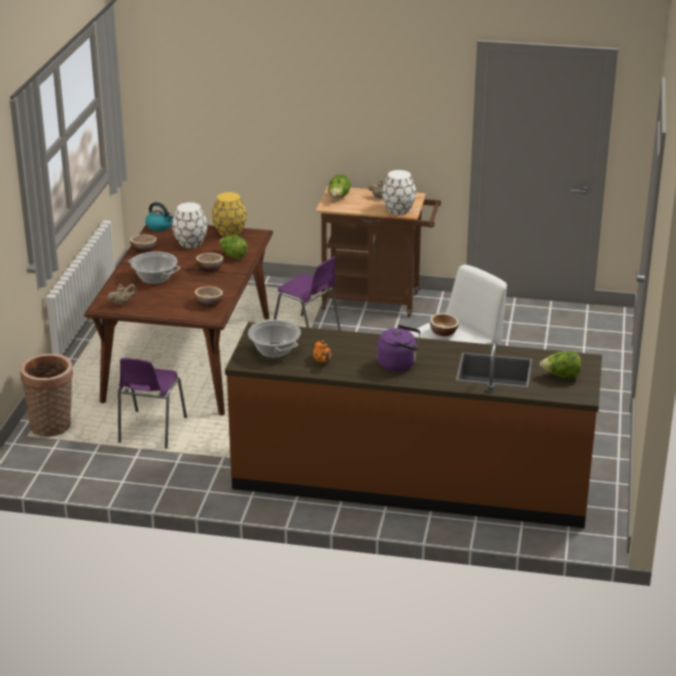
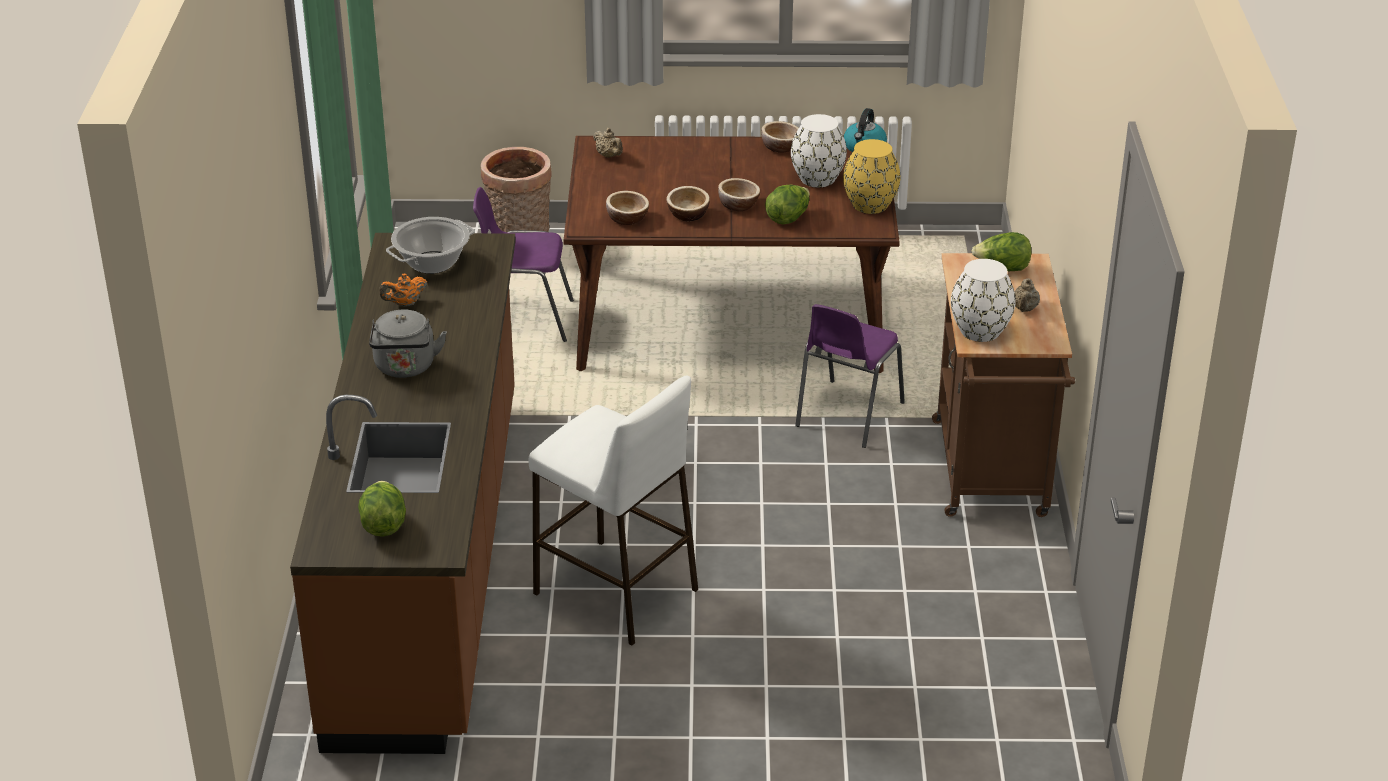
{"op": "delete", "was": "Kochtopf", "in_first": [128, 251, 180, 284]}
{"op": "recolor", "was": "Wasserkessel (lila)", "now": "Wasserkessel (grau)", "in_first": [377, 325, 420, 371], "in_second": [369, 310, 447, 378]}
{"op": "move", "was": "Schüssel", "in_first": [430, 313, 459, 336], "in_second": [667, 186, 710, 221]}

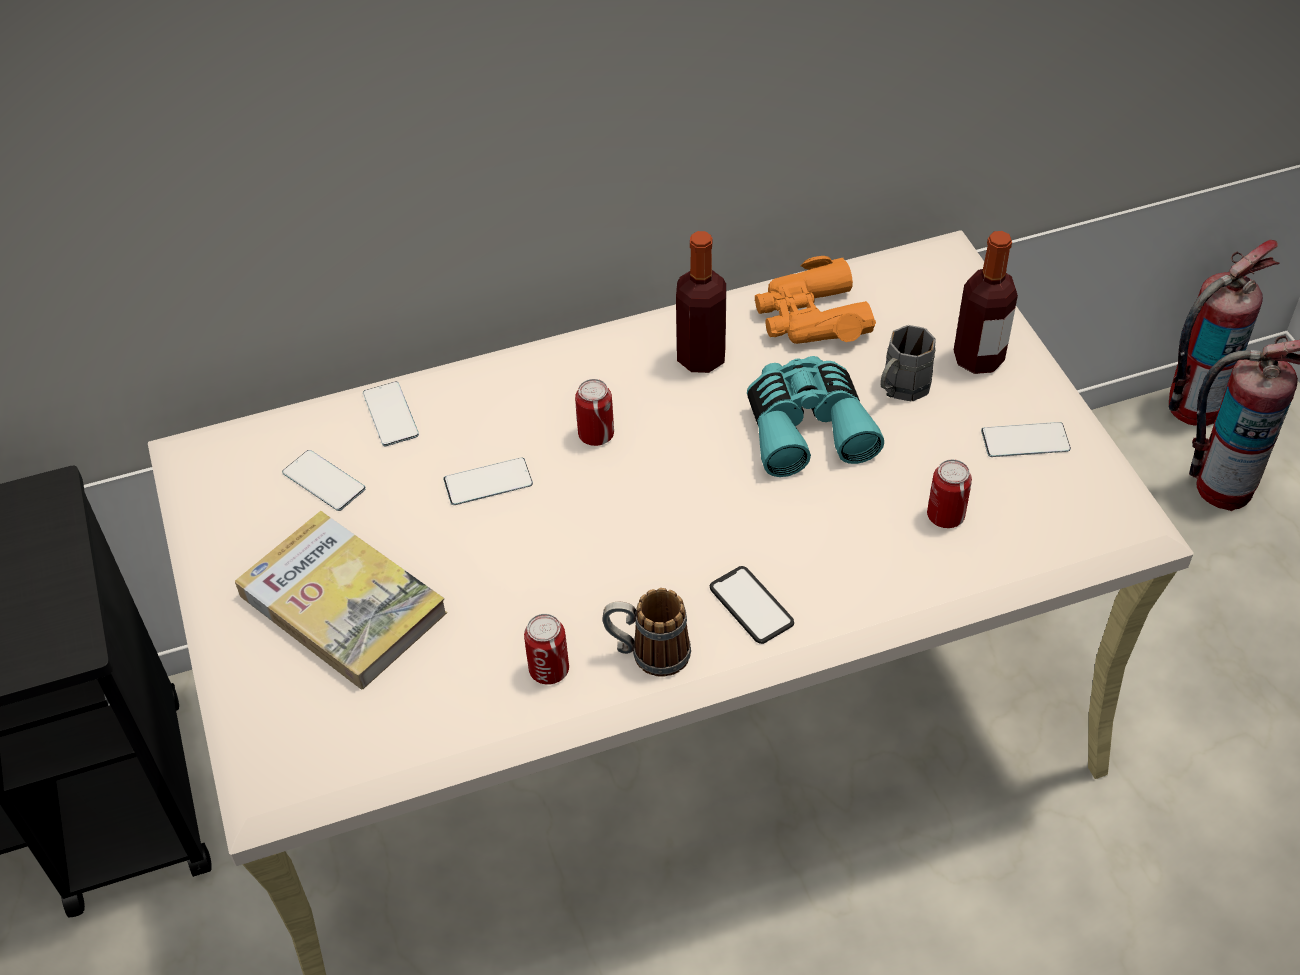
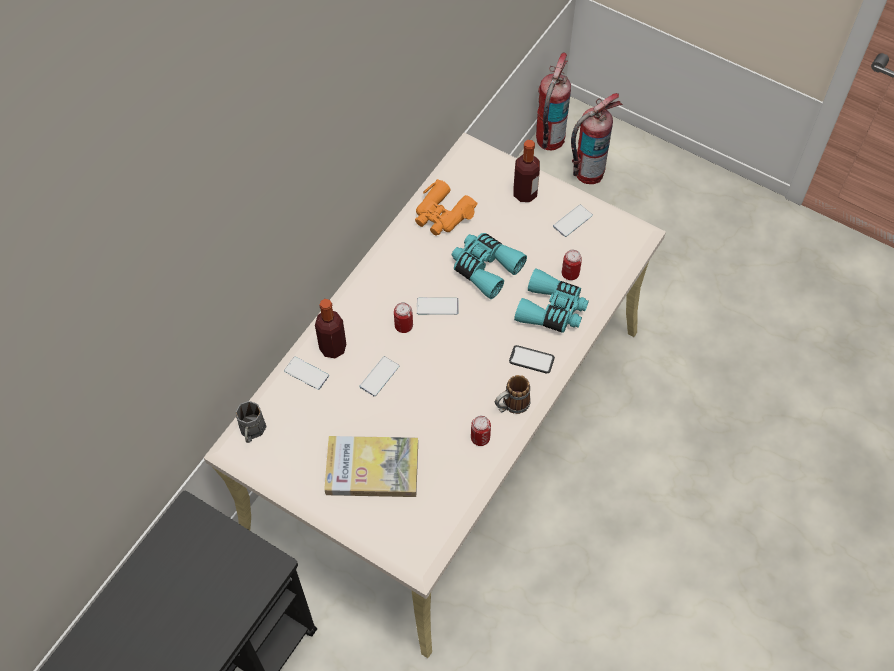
{"op": "move", "was": "Handy", "in_first": [282, 450, 366, 511], "in_second": [417, 298, 459, 315]}
{"op": "move", "was": "Flasche", "in_first": [676, 231, 726, 373], "in_second": [315, 299, 346, 358]}
{"op": "move", "was": "Henkelbecher (grau)", "in_first": [880, 325, 936, 401], "in_second": [236, 401, 266, 443]}
{"op": "insert", "now": "Fernglas (türkis)", "in_second": [514, 268, 589, 333]}

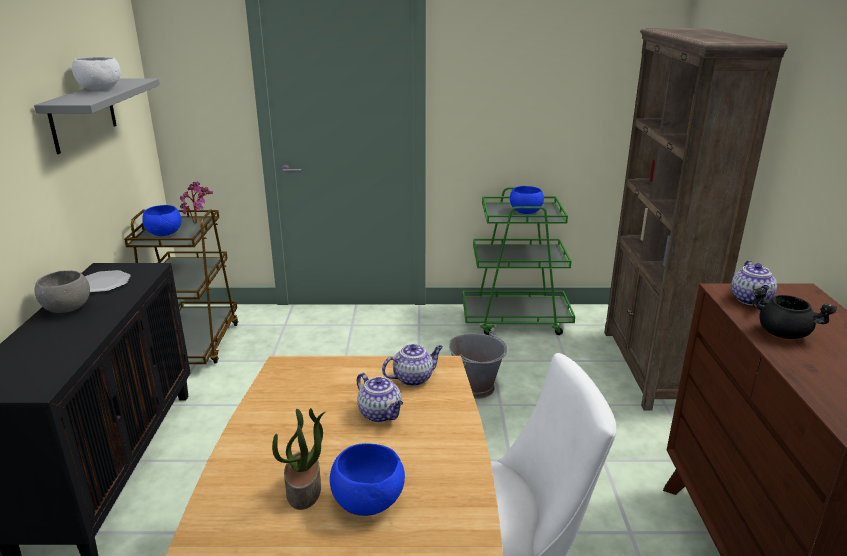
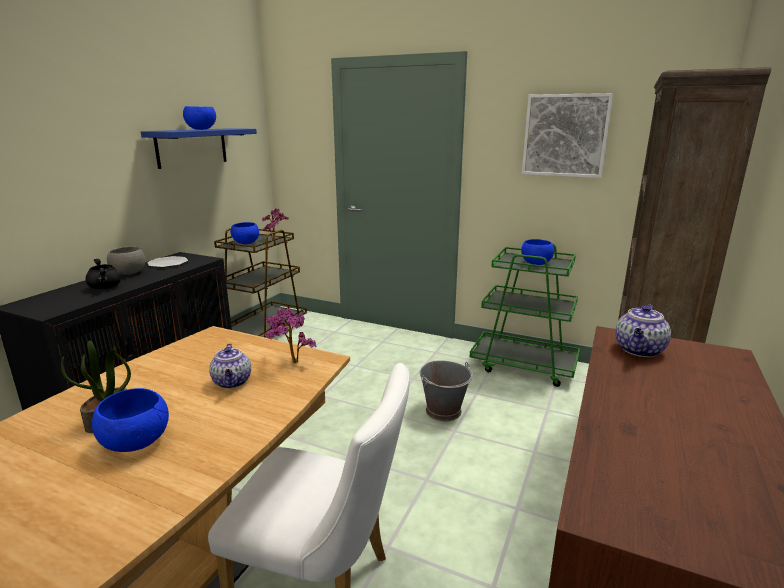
{"op": "recolor", "was": "Wandregal (grau)", "now": "Wandregal (blau)", "in_first": [34, 79, 160, 154], "in_second": [141, 128, 257, 169]}
{"op": "recolor", "was": "Schüssel (weiß)", "now": "Schüssel (blau)", "in_first": [72, 57, 121, 91], "in_second": [183, 106, 216, 130]}
{"op": "replace", "was": "Teekanne", "now": "Topfpflanze", "in_first": [382, 344, 443, 386], "in_second": [264, 308, 316, 363]}
{"op": "move", "was": "Kochtopf (schwarz)", "in_first": [752, 288, 837, 339], "in_second": [85, 258, 121, 289]}
{"op": "insert", "now": "Bild", "in_second": [522, 93, 613, 178]}

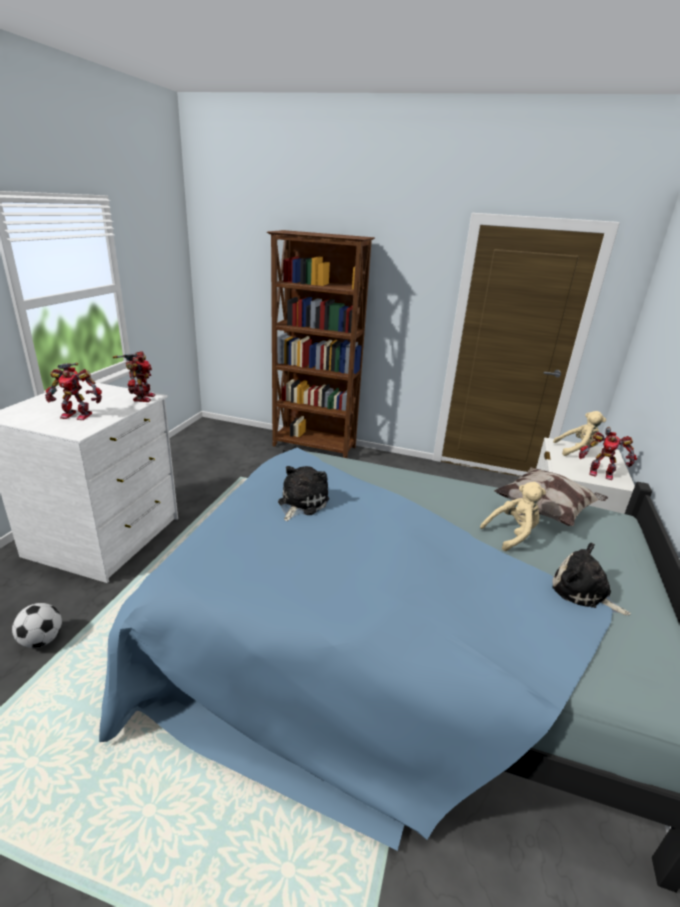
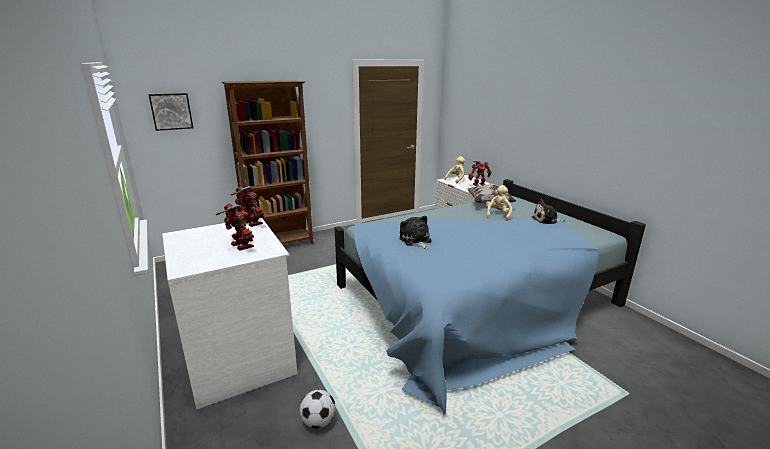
{"op": "rotate", "was": "Spielzeugroboter", "in_first": [45, 363, 102, 420], "in_second": [216, 204, 254, 251], "clockwise": -90}
{"op": "insert", "now": "Bild", "in_second": [148, 93, 193, 131]}

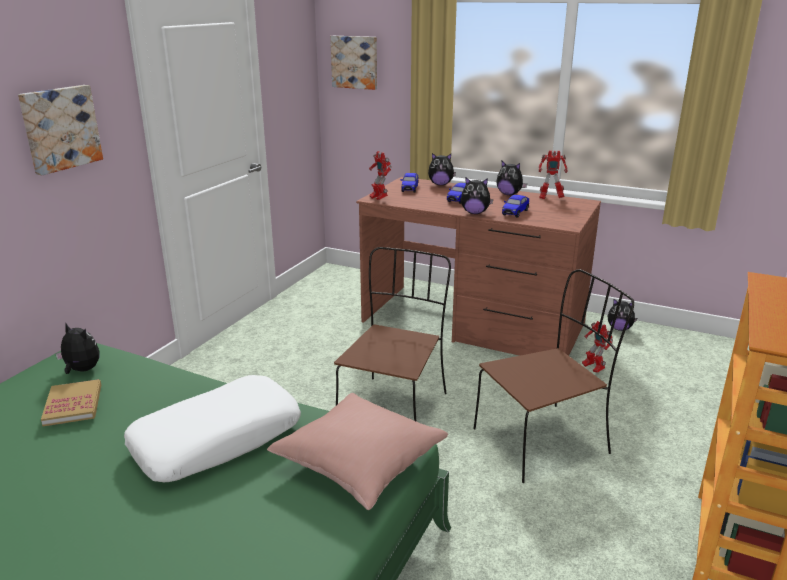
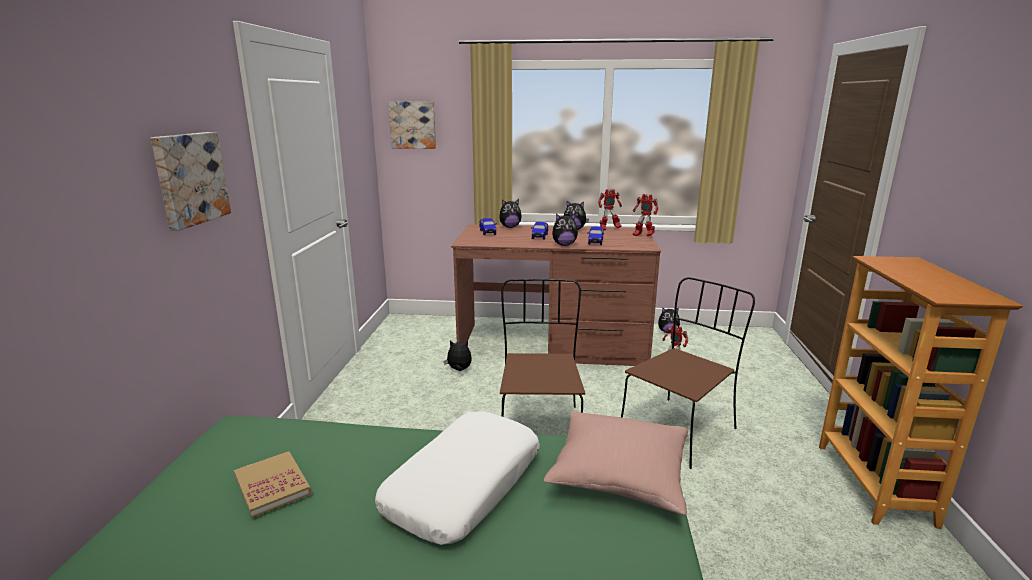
{"op": "move", "was": "Plüschtier", "in_first": [56, 323, 99, 374], "in_second": [443, 340, 472, 371]}
{"op": "move", "was": "Spielzeugroboter", "in_first": [369, 151, 392, 200], "in_second": [633, 194, 659, 236]}

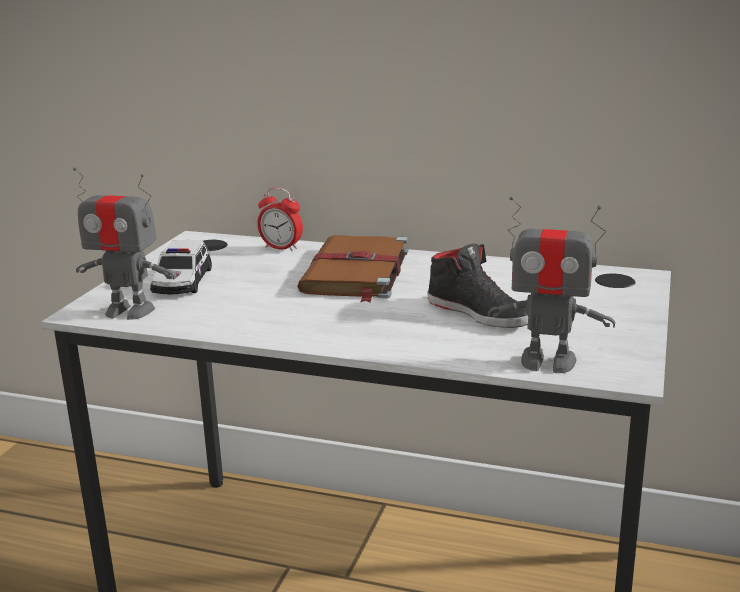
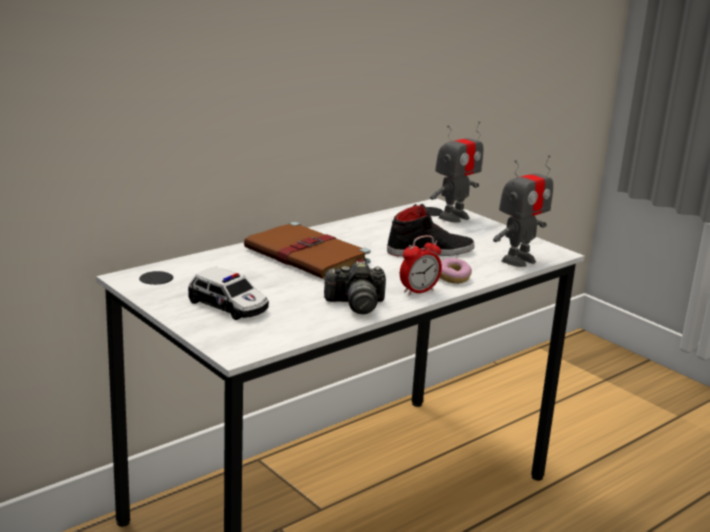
{"op": "move", "was": "Spielzeugroboter", "in_first": [73, 167, 176, 320], "in_second": [430, 121, 483, 222]}
{"op": "move", "was": "Wecker", "in_first": [257, 188, 303, 251], "in_second": [400, 235, 442, 296]}
{"op": "insert", "now": "Kamera", "in_second": [323, 261, 386, 314]}
{"op": "insert", "now": "Donut", "in_second": [440, 258, 472, 284]}

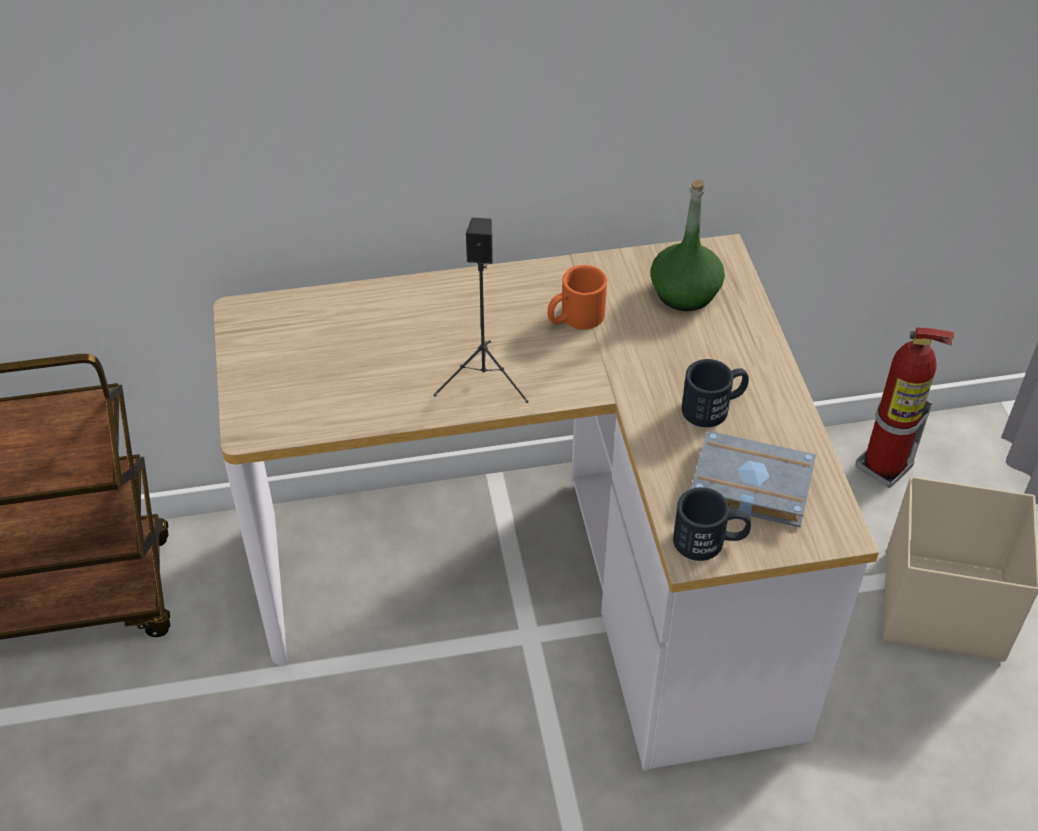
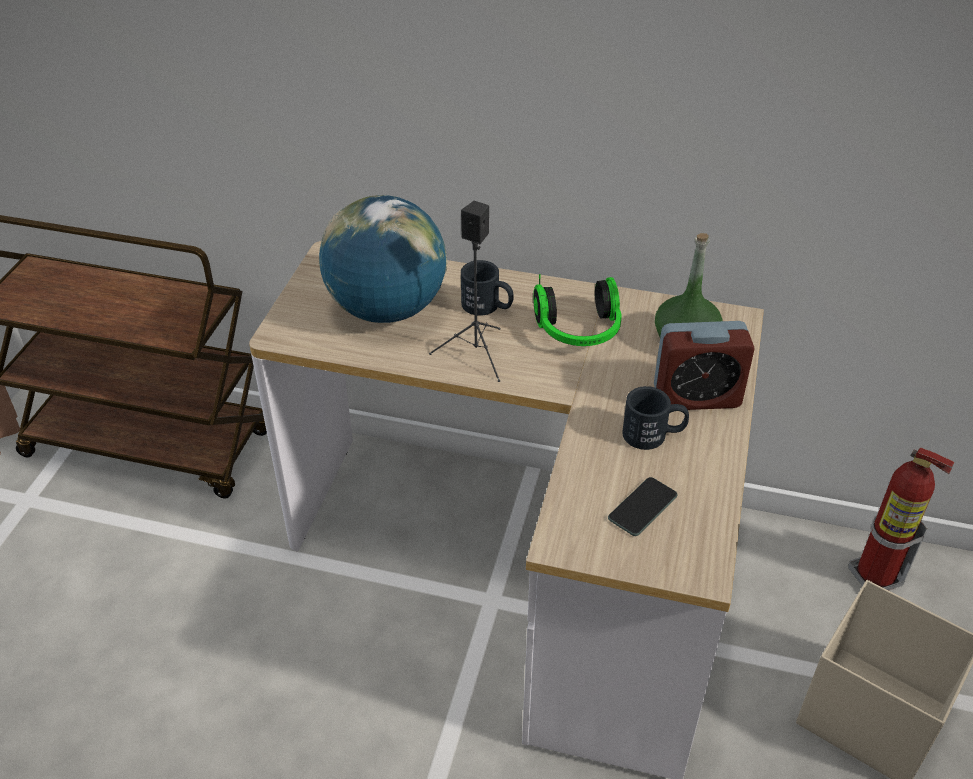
{"op": "replace", "was": "Henkelbecher (orange)", "now": "Kopfhörer", "in_first": [548, 265, 607, 329], "in_second": [533, 274, 622, 346]}
{"op": "move", "was": "Henkelbecher (schwarz)", "in_first": [673, 487, 751, 561], "in_second": [461, 260, 514, 316]}
{"op": "replace", "was": "Buch (grau)", "now": "Handy", "in_first": [691, 431, 816, 528], "in_second": [608, 477, 678, 536]}
{"op": "insert", "now": "Globus", "in_second": [319, 195, 448, 323]}
{"op": "insert", "now": "Wecker", "in_second": [654, 321, 755, 410]}

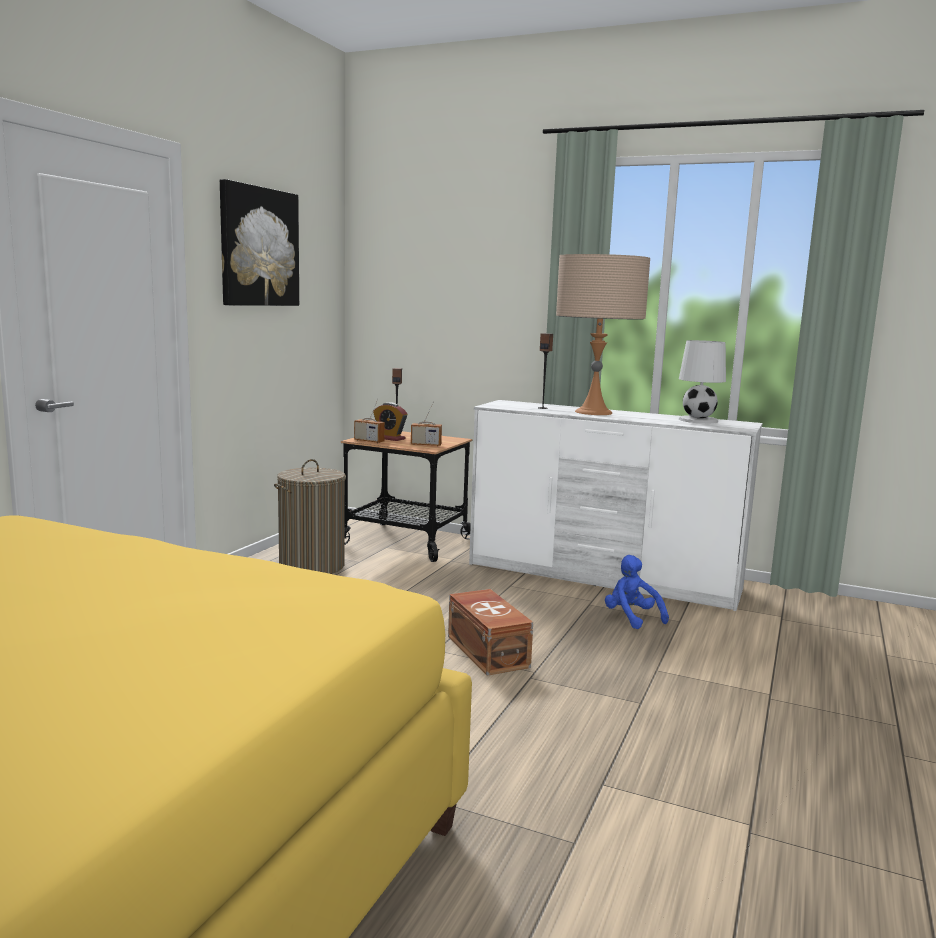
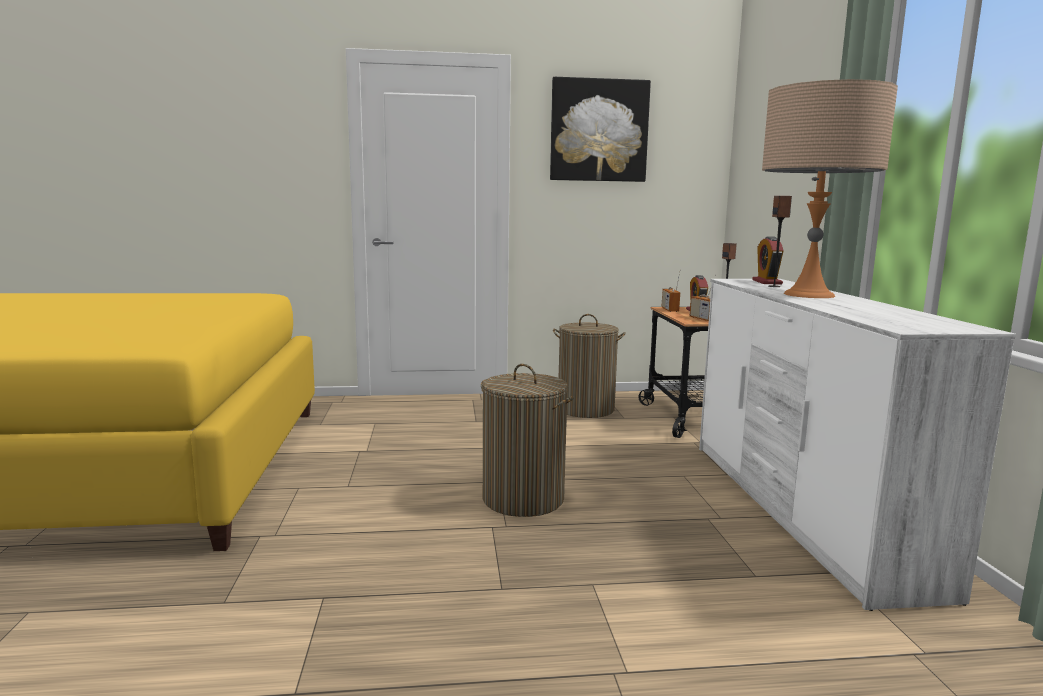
{"op": "replace", "was": "Aufbewahrungsbox (braun)", "now": "Wäschekorb", "in_first": [448, 589, 533, 676], "in_second": [481, 364, 574, 517]}
{"op": "delete", "was": "Plüschtier (blau)", "in_first": [605, 555, 669, 629]}
{"op": "delete", "was": "Tischlampe (weiß)", "in_first": [679, 340, 726, 424]}
{"op": "insert", "now": "Wecker", "in_second": [752, 236, 783, 285]}

